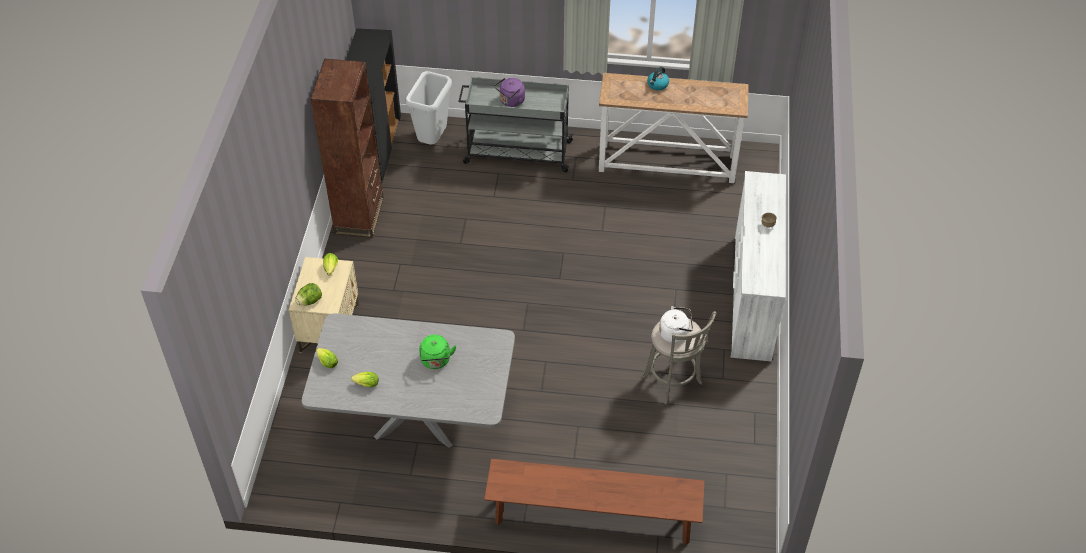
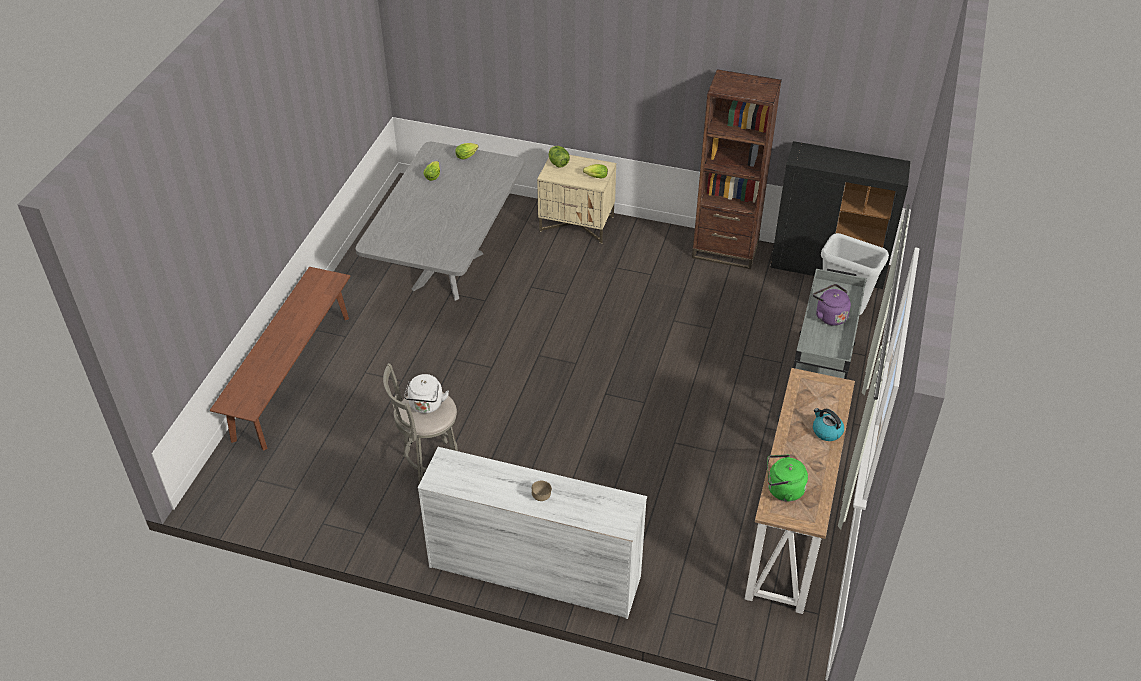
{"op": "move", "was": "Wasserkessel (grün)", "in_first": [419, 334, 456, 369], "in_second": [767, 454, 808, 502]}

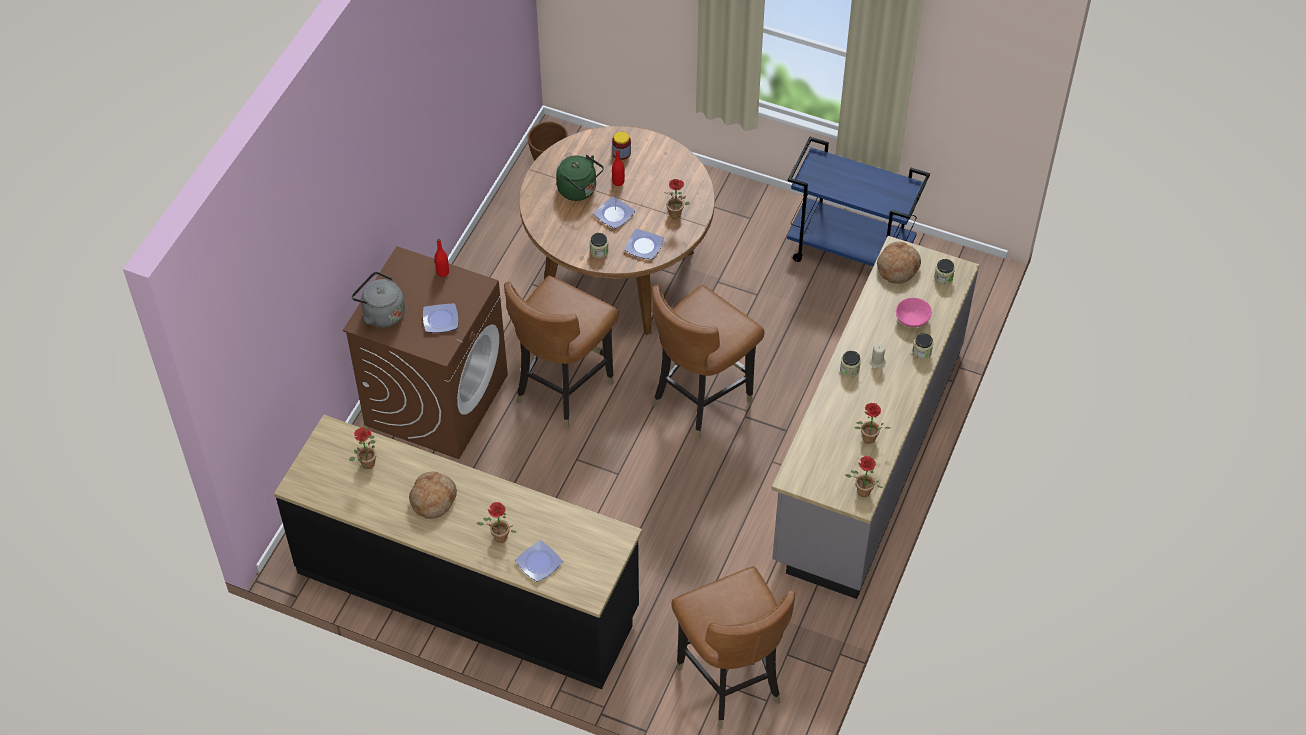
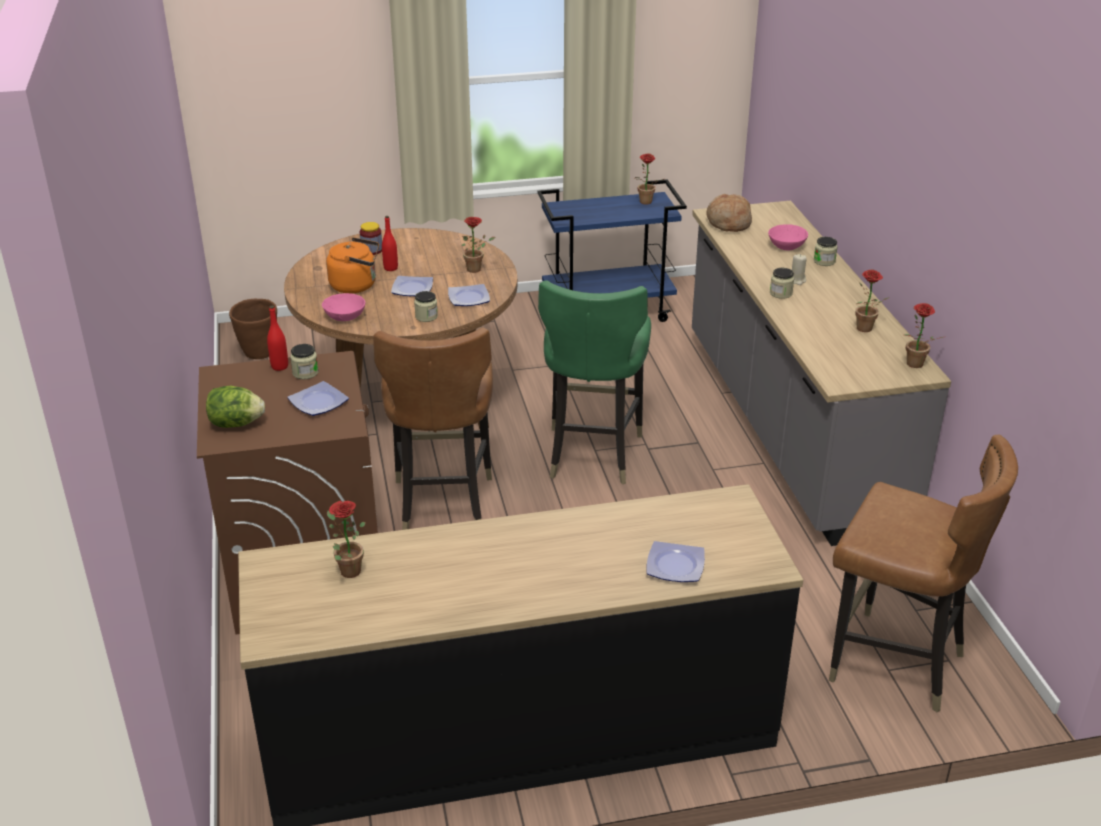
{"op": "replace", "was": "Wasserkessel (grau)", "now": "Salatkopf", "in_first": [352, 271, 405, 327], "in_second": [206, 386, 265, 428]}
{"op": "delete", "was": "Brot", "in_first": [409, 471, 457, 519]}
{"op": "move", "was": "Topfpflanze", "in_first": [476, 502, 516, 543], "in_second": [634, 154, 664, 205]}
{"op": "recolor", "was": "Wasserkessel (grün)", "now": "Wasserkessel (orange)", "in_first": [556, 155, 604, 201], "in_second": [326, 237, 379, 294]}
{"op": "recolor", "was": "Stuhl (braun)", "now": "Stuhl (grün)", "in_first": [652, 285, 765, 440], "in_second": [538, 280, 651, 484]}
{"op": "move", "was": "Vorratsglas", "in_first": [934, 259, 955, 285], "in_second": [290, 344, 318, 379]}
{"op": "insert", "now": "Schüssel (rosa)", "in_second": [322, 293, 365, 321]}

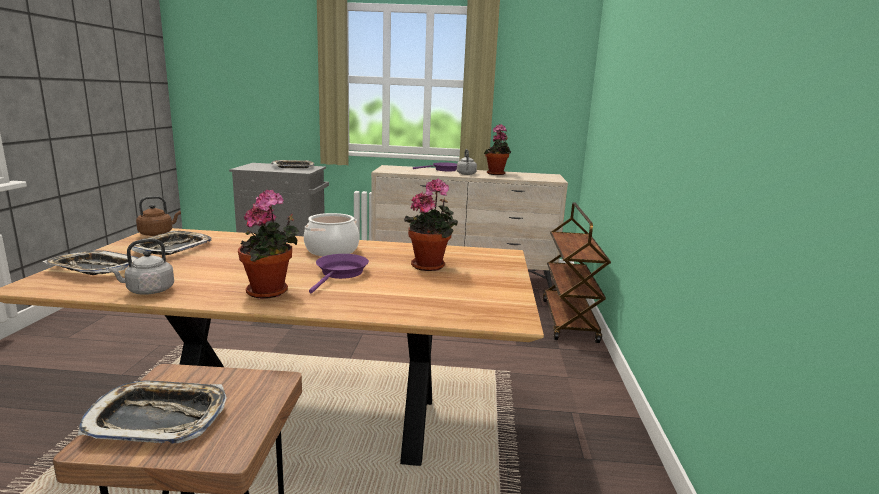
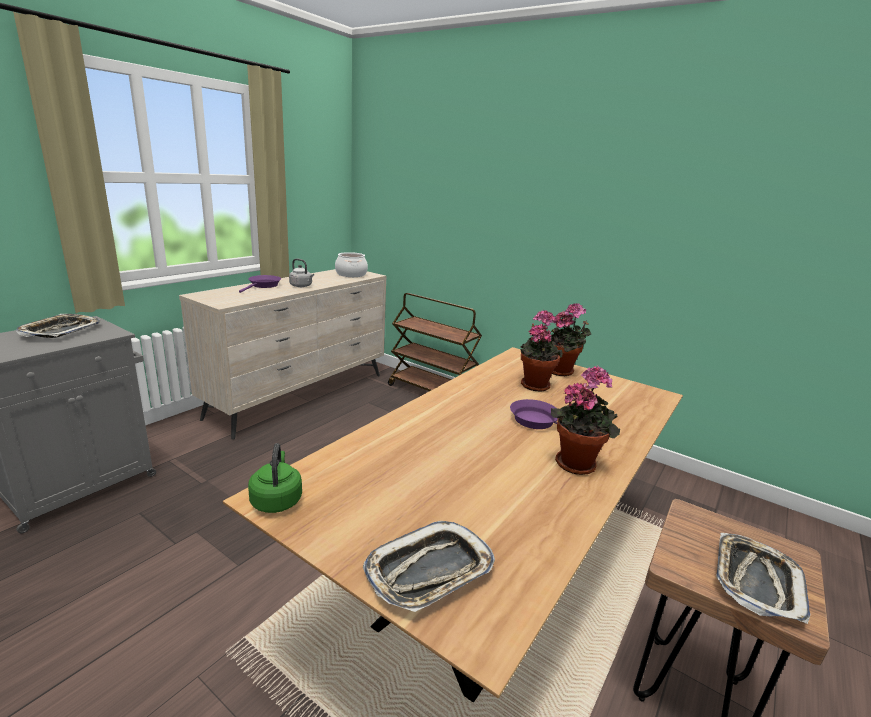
{"op": "delete", "was": "Wasserkessel (grau)", "in_first": [108, 239, 174, 295]}
{"op": "delete", "was": "Tablett", "in_first": [132, 231, 212, 255]}
{"op": "recolor", "was": "Wasserkessel (braun)", "now": "Wasserkessel (grün)", "in_first": [136, 196, 181, 236], "in_second": [248, 443, 302, 513]}
{"op": "move", "was": "Kochtopf", "in_first": [304, 213, 359, 256], "in_second": [335, 252, 368, 277]}
{"op": "move", "was": "Topfpflanze", "in_first": [484, 124, 511, 175], "in_second": [551, 303, 591, 376]}

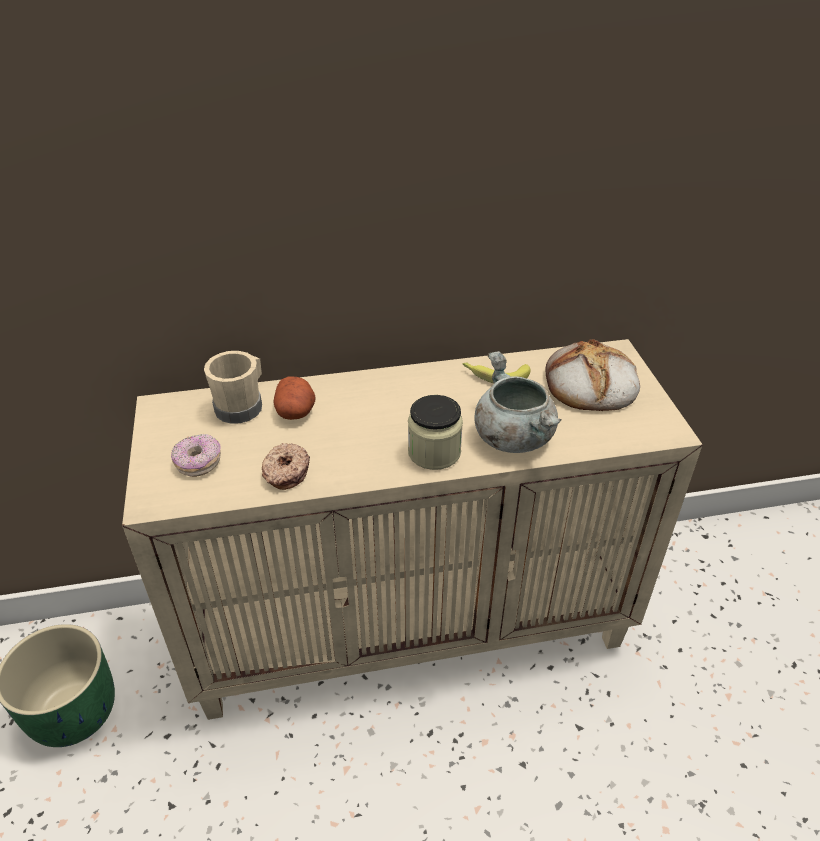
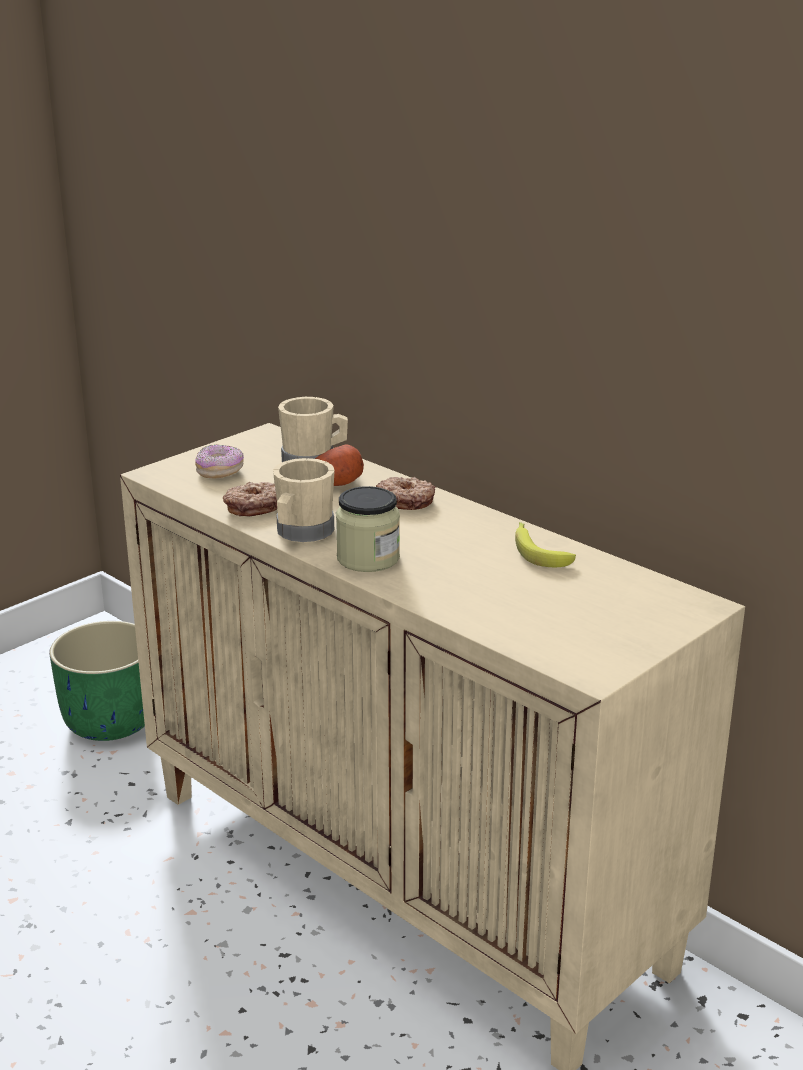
{"op": "delete", "was": "Kochtopf (grau)", "in_first": [474, 351, 562, 453]}
{"op": "delete", "was": "Brot", "in_first": [546, 339, 640, 411]}
{"op": "insert", "now": "Henkelbecher (beige)", "in_second": [273, 458, 335, 543]}
{"op": "insert", "now": "Donut", "in_second": [376, 477, 436, 510]}

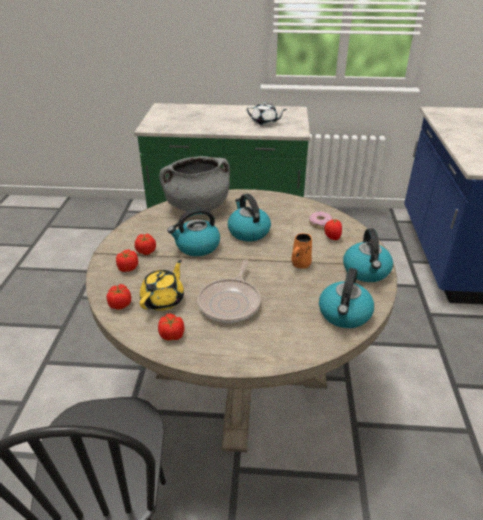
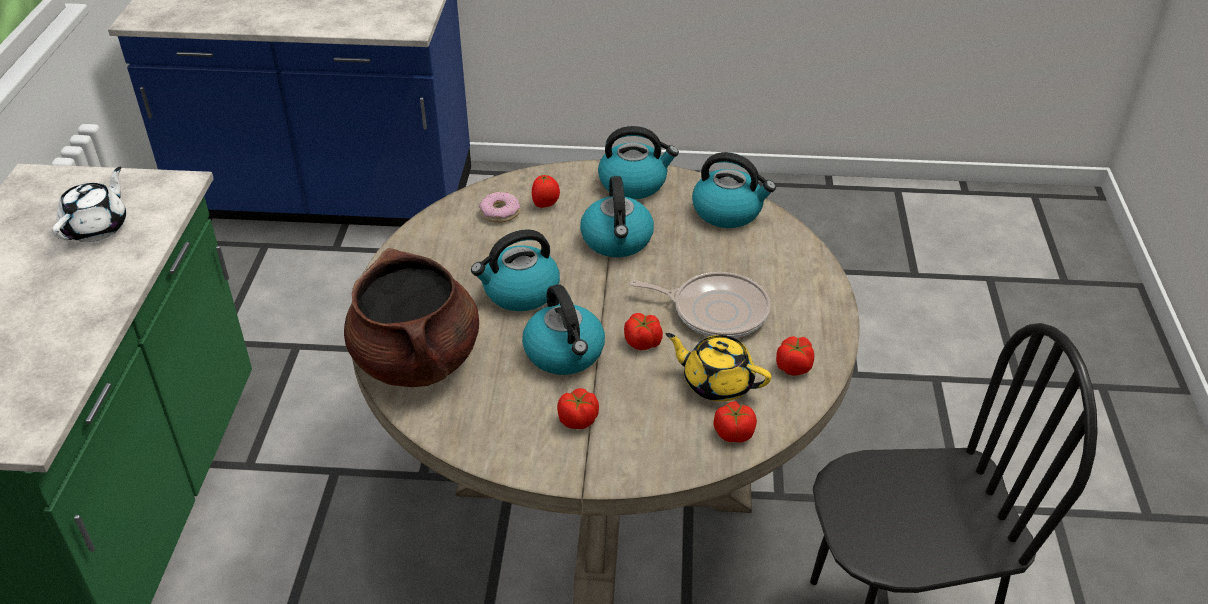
{"op": "move", "was": "Tomate", "in_first": [116, 249, 138, 272], "in_second": [624, 313, 663, 350]}
{"op": "recolor", "was": "Kochtopf (grau)", "now": "Kochtopf (braun)", "in_first": [159, 156, 230, 212], "in_second": [344, 248, 479, 387]}
{"op": "replace", "was": "Henkelbecher (orange)", "now": "Wasserkessel", "in_first": [291, 233, 312, 269], "in_second": [580, 176, 654, 257]}

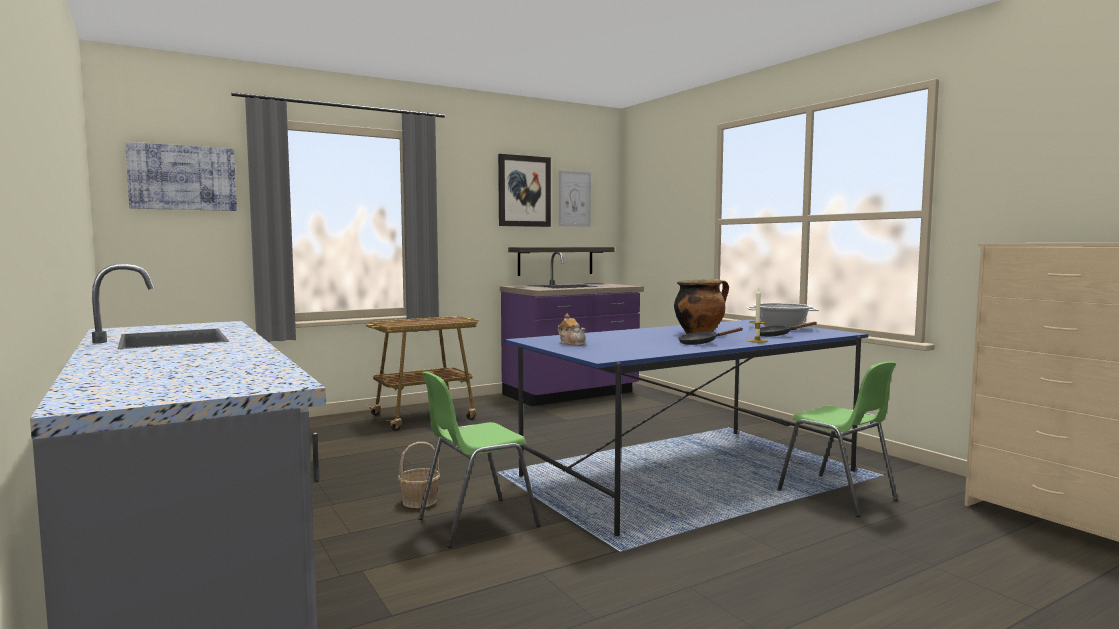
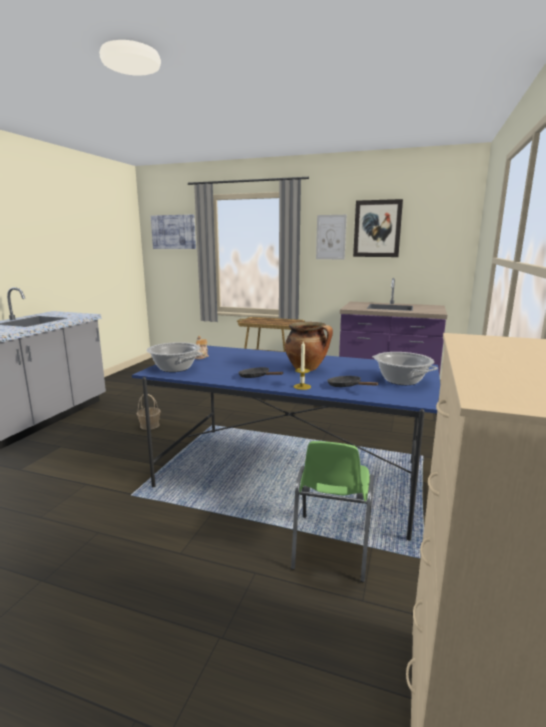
{"op": "delete", "was": "Stuhl (grün)", "in_first": [418, 372, 540, 548]}
{"op": "delete", "was": "Wandregal", "in_first": [508, 247, 615, 276]}
{"op": "move", "was": "Bild", "in_first": [559, 170, 591, 227], "in_second": [316, 215, 347, 260]}
{"op": "insert", "now": "Kochtopf", "in_second": [147, 342, 202, 372]}

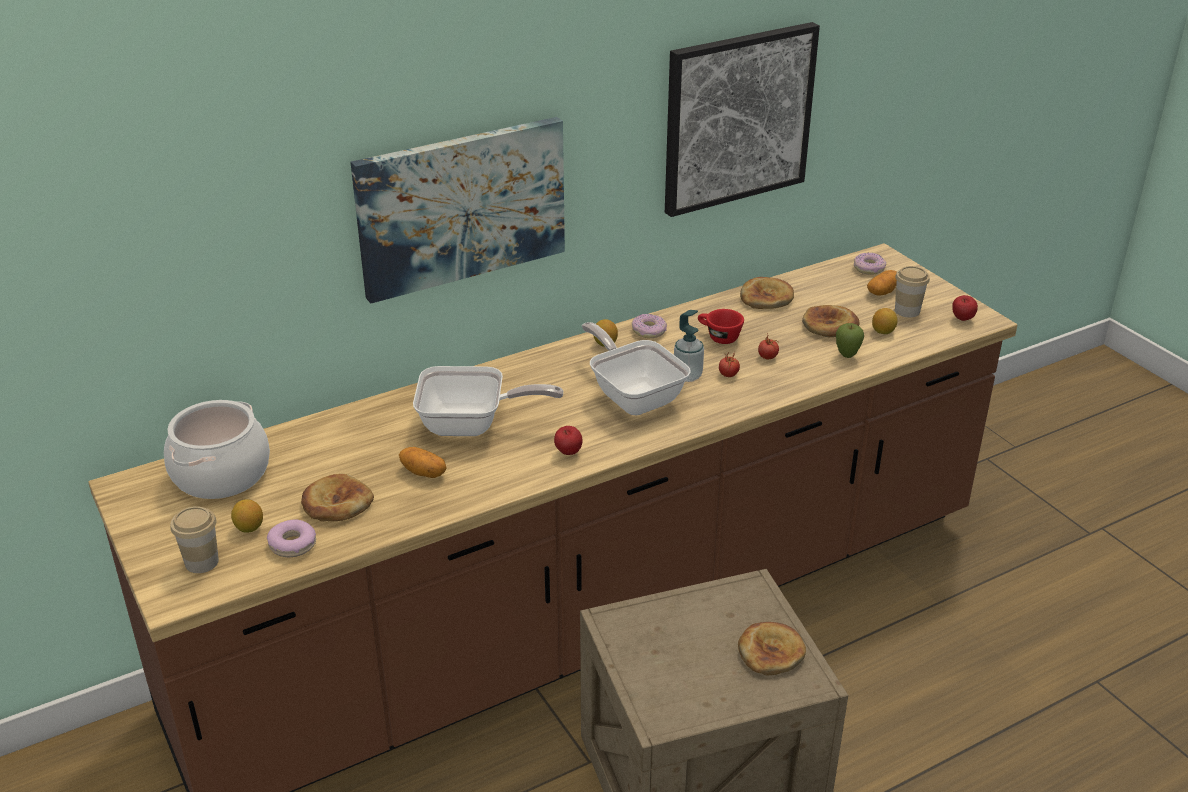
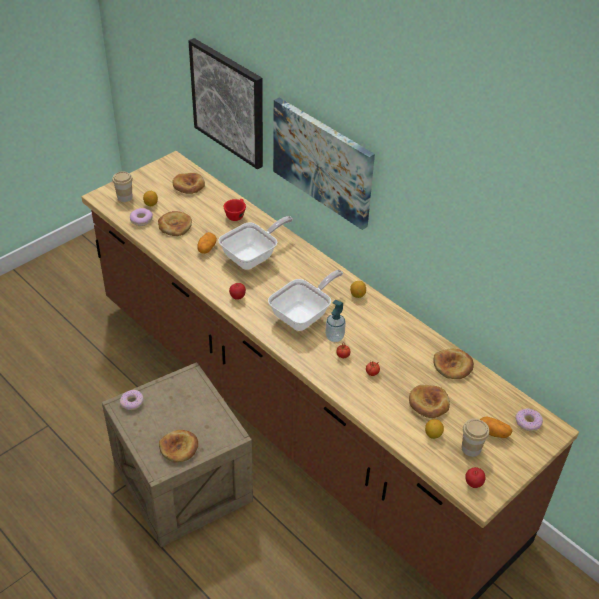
{"op": "replace", "was": "Kochtopf", "now": "Brot", "in_first": [164, 400, 270, 499], "in_second": [172, 173, 205, 194]}
{"op": "rotate", "was": "Pfanne", "in_first": [413, 366, 563, 436], "in_second": [218, 216, 293, 270], "clockwise": -120}
{"op": "move", "was": "Donut", "in_first": [632, 314, 667, 338], "in_second": [120, 390, 144, 410]}
{"op": "move", "was": "Bild", "in_first": [665, 22, 820, 217], "in_second": [188, 38, 263, 169]}
{"op": "move", "was": "Tasse (rot)", "in_first": [698, 309, 744, 344], "in_second": [224, 199, 246, 221]}
{"op": "delete", "was": "Apfel", "in_first": [836, 323, 864, 358]}

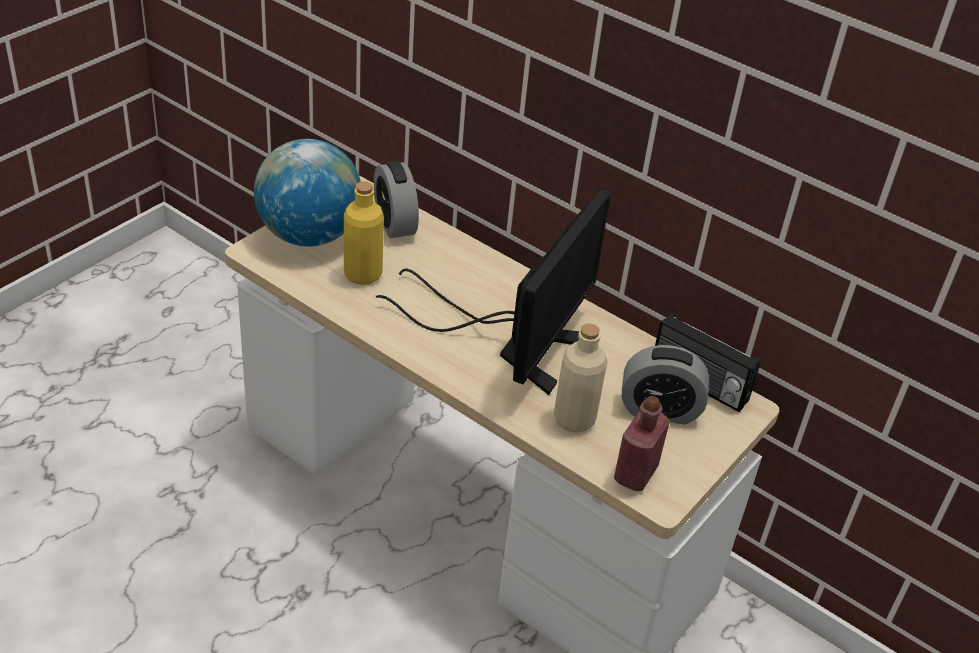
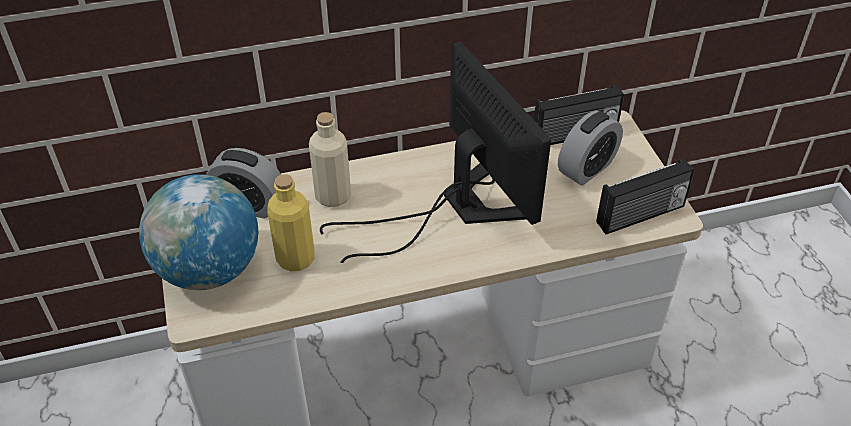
{"op": "move", "was": "Flasche (beige)", "in_first": [554, 323, 607, 432], "in_second": [309, 112, 351, 207]}
{"op": "replace", "was": "Flasche (rot)", "now": "Radio", "in_first": [614, 396, 670, 491], "in_second": [596, 158, 695, 234]}

